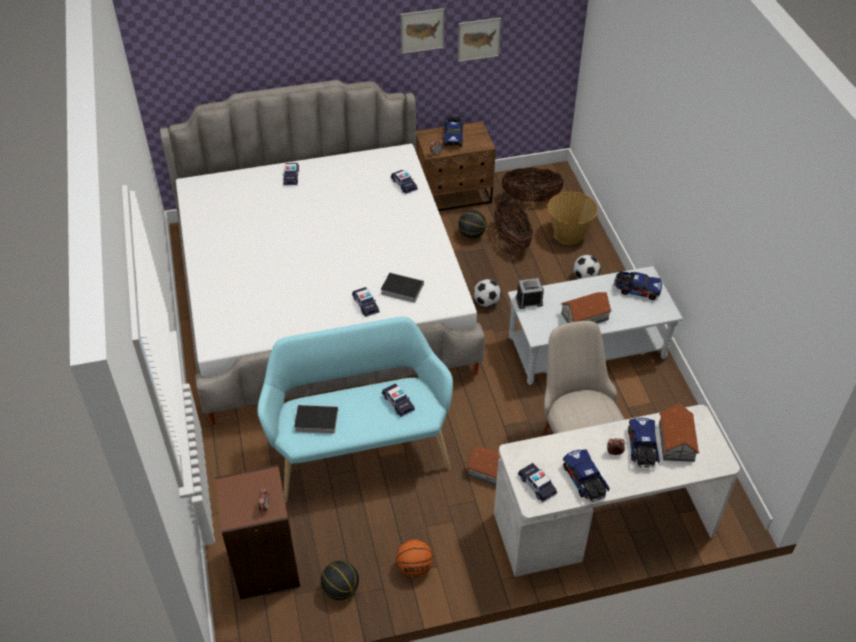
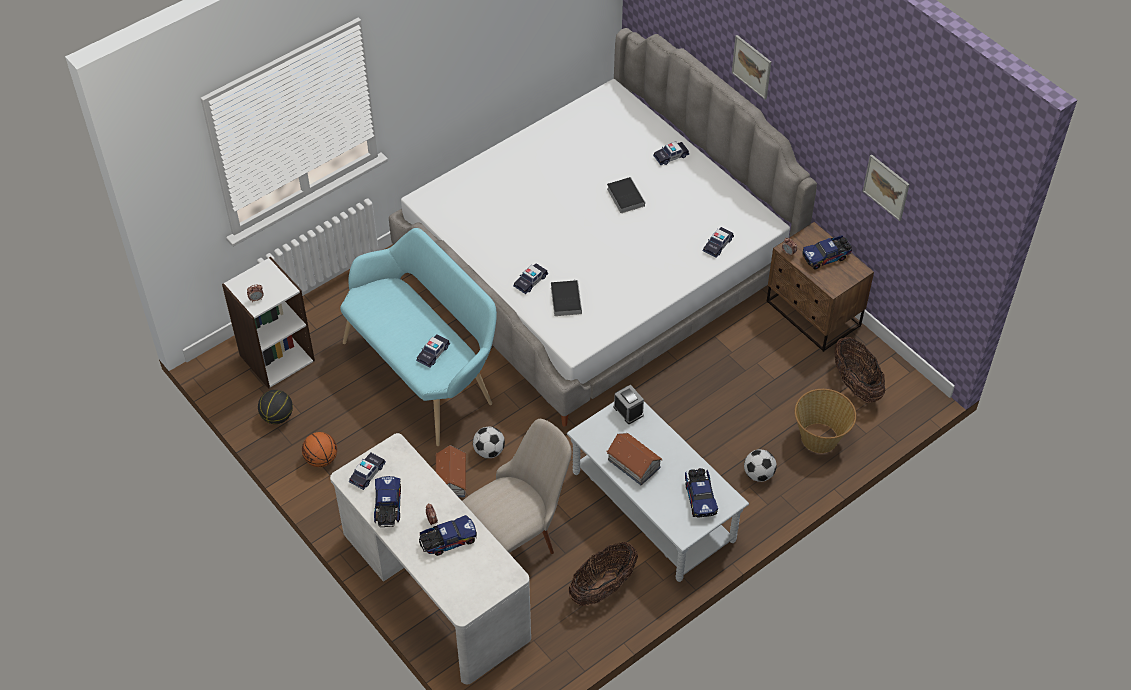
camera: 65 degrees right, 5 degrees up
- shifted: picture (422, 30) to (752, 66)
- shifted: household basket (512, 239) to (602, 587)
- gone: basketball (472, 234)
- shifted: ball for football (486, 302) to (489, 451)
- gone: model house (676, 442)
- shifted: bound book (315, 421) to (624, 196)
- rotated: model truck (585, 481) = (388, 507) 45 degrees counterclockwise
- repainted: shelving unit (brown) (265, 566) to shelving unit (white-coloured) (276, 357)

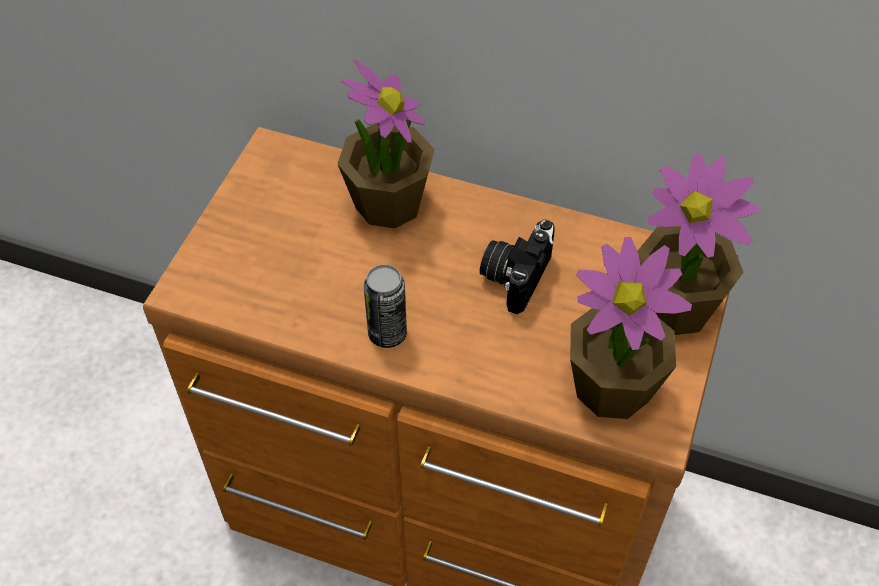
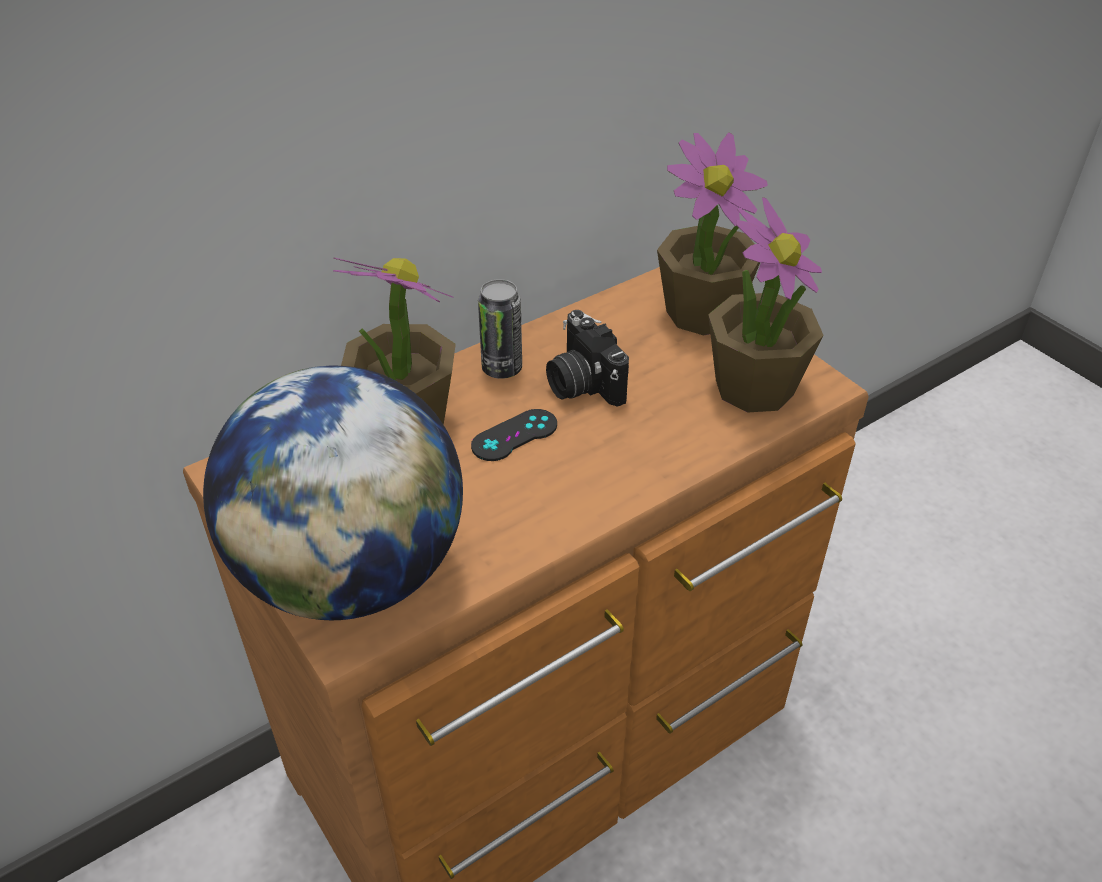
camera: 55 degrees left, 10 degrees down
- shifted: can (387, 333) to (502, 368)
- new: desk globe (352, 573)
- new: gamepad (black-coloured) (514, 435)

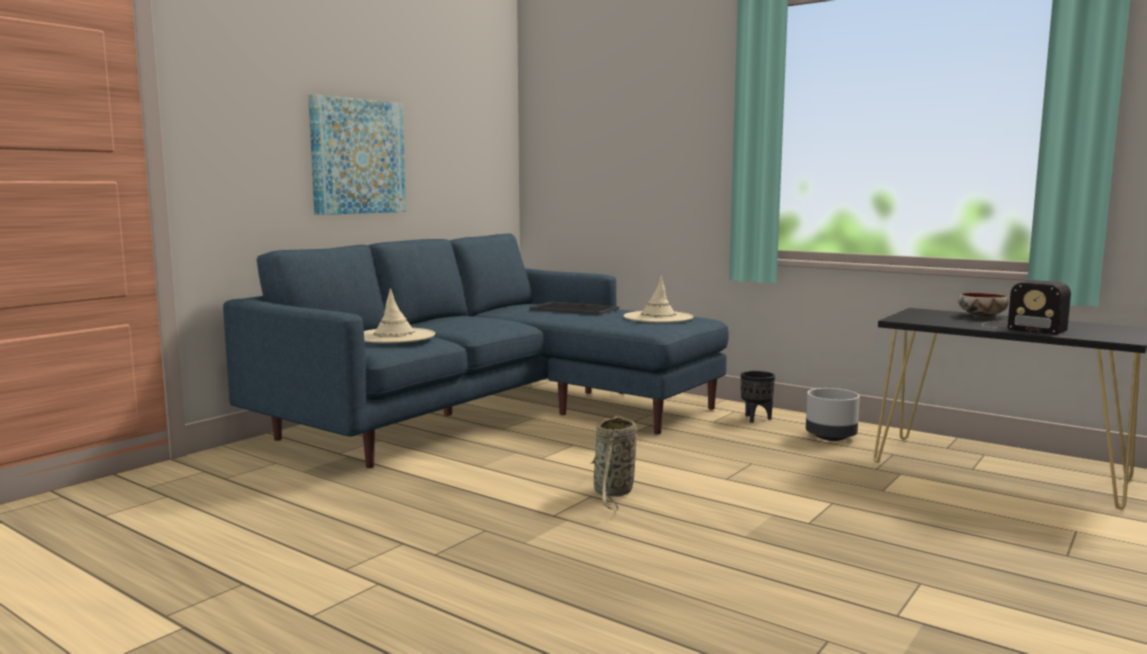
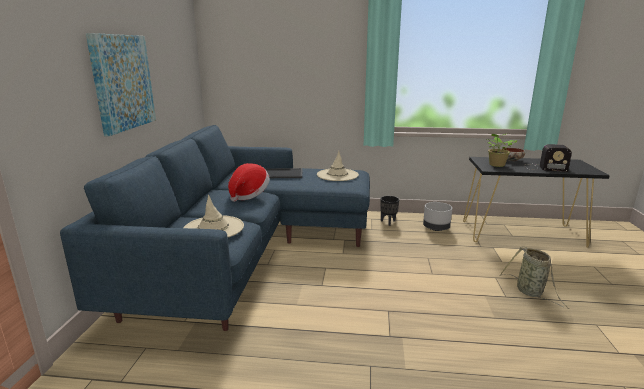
camera: 30 degrees left, 10 degrees up
- shifted: household basket (613, 493) to (531, 292)
- new: houseplant (496, 165)
- new: wearable hat (249, 195)

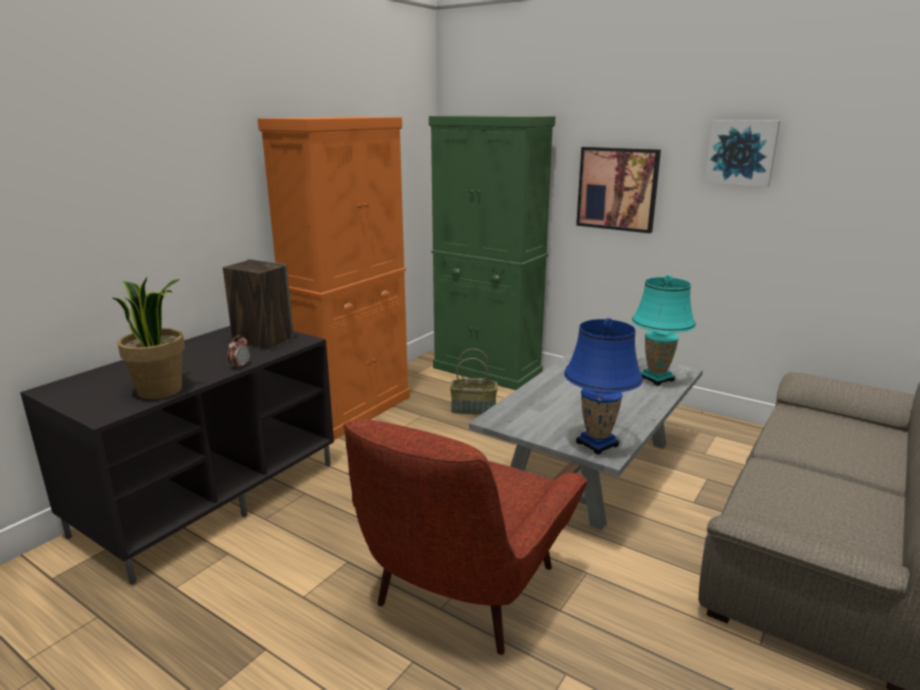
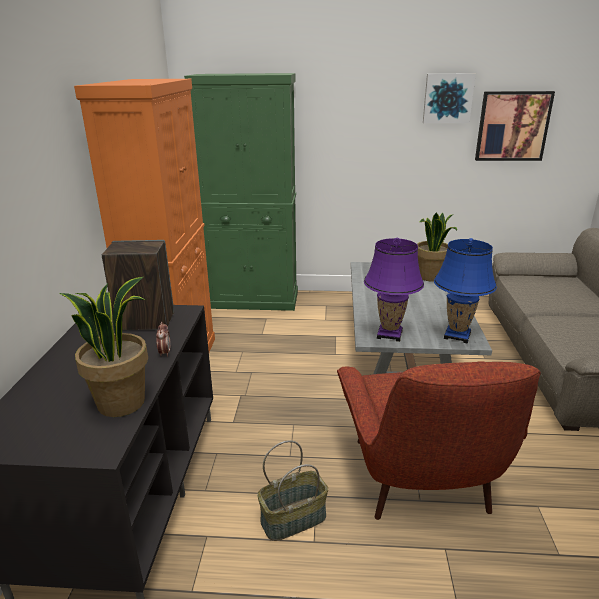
camera: 30 degrees left, 5 degrees up
- shifted: picture (617, 189) to (512, 126)
- swapped: lamp for a table (turquoise) (656, 379) to houseplant (430, 277)
- shifted: household basket (474, 408) to (293, 518)
- new: lamp for a table (purple-coloured) (390, 334)

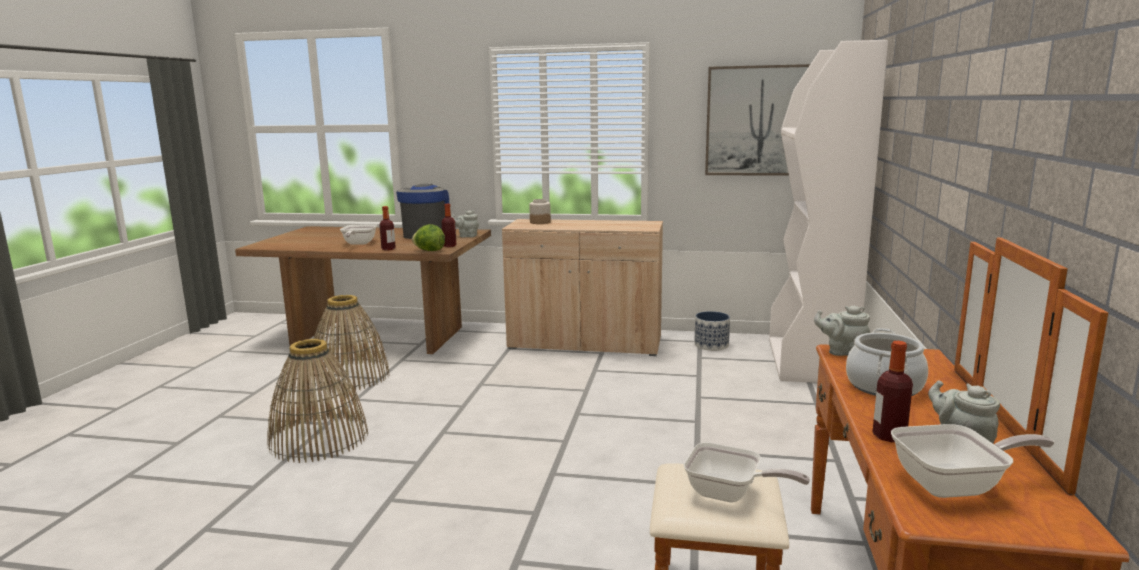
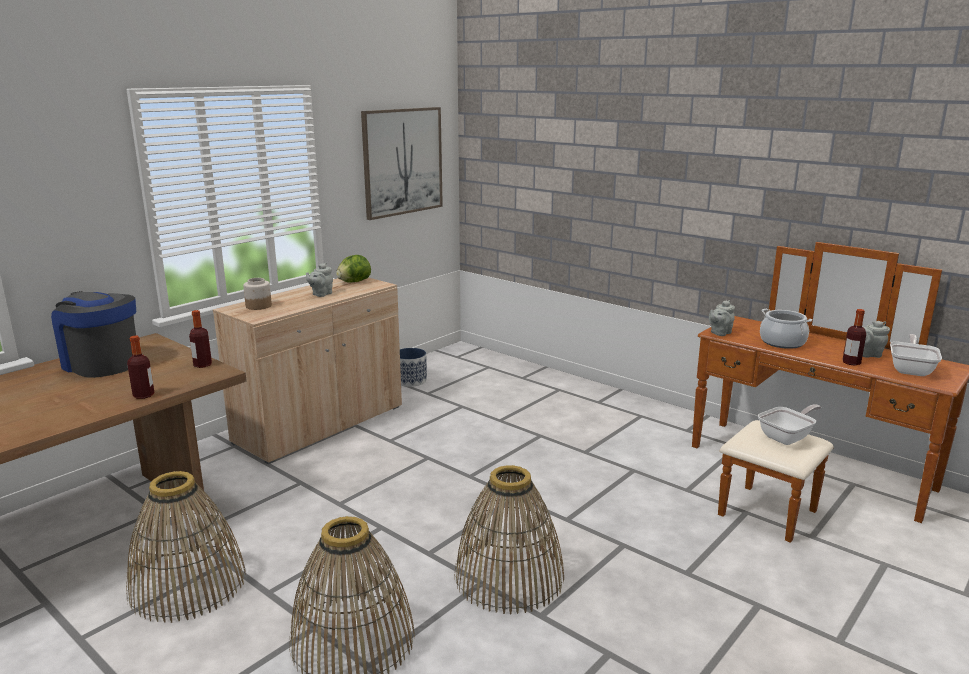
camera: 60 degrees left, 5 degrees up
- gone: shelving unit (white-coloured) (810, 361)
- shifted: pot for tea (gray) (466, 236) to (321, 294)
- gone: frying pan (358, 244)
- shifted: lettuce (429, 251) to (354, 282)
- new: household basket (509, 577)

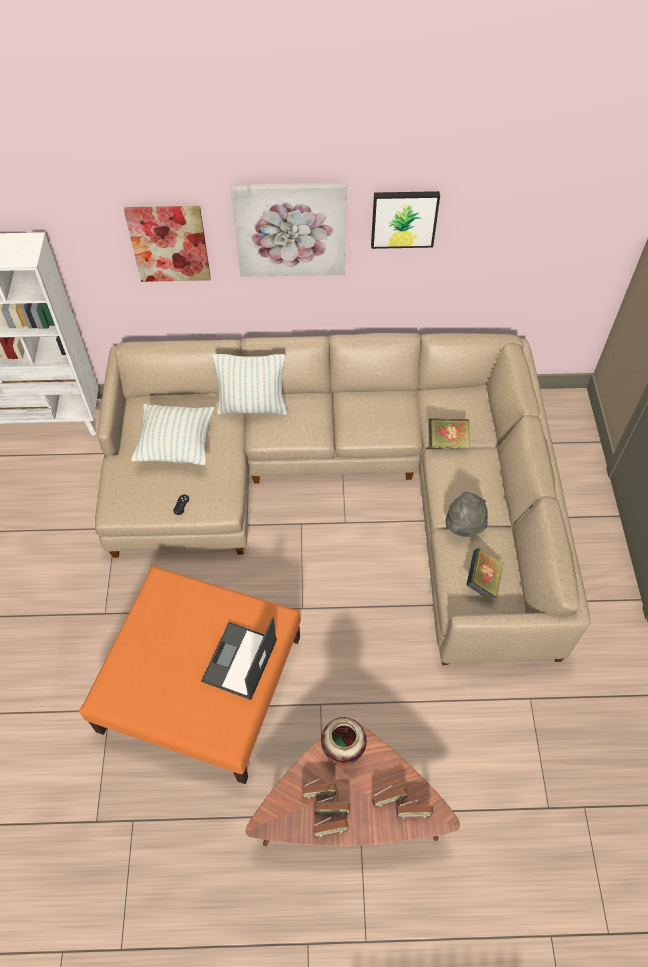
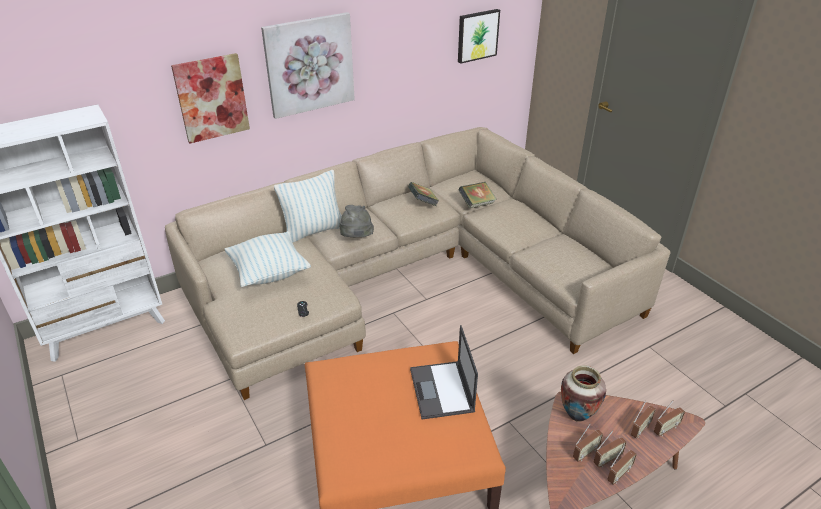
camera: 30 degrees left, 20 degrees down
- shifted: picture (404, 218) to (477, 35)
- shifted: wearable hat (gray) (463, 526) to (356, 239)
- shifted: bound book (482, 581) to (423, 203)

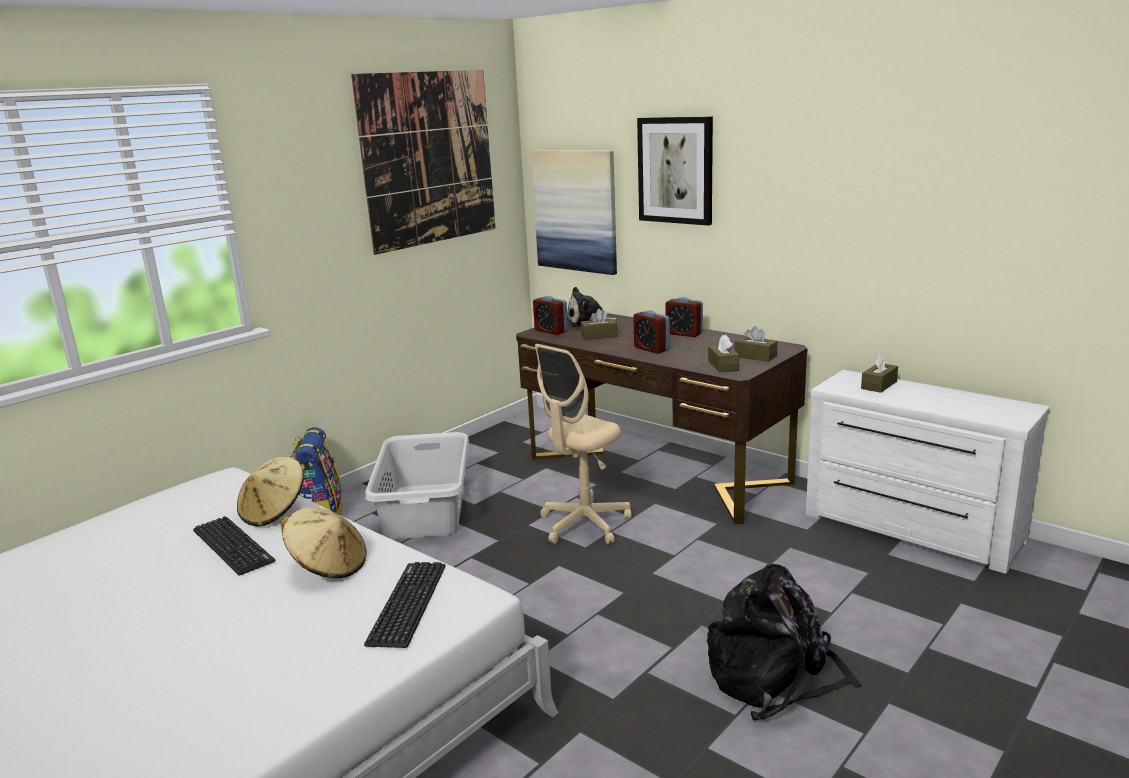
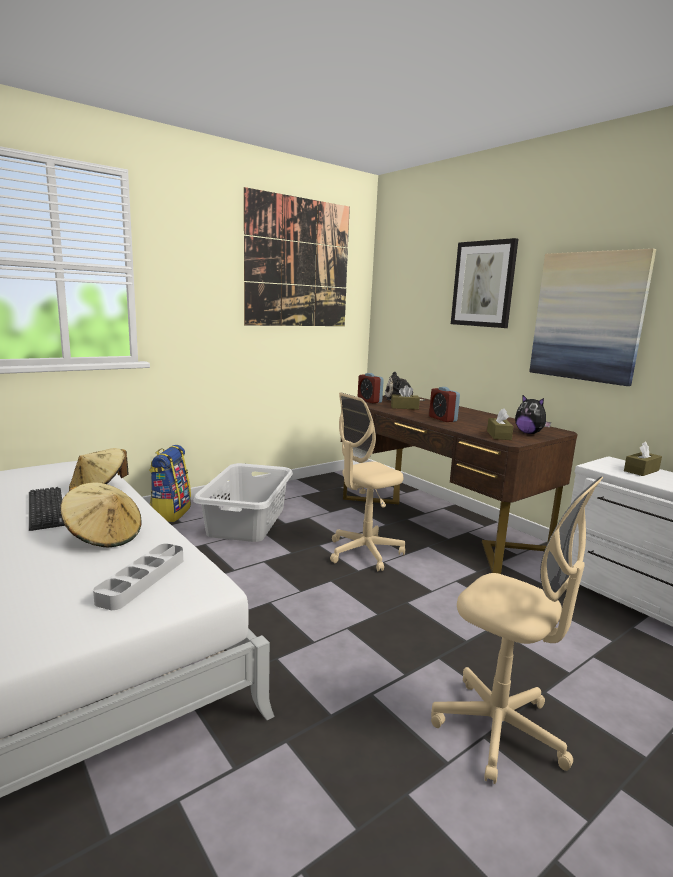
camera: 10 degrees right, 5 degrees down
- shifted: picture (575, 210) to (588, 317)
- gone: bedside clock (684, 334)
- swapped: tissue box (brown) (755, 356) to cuddly toy (529, 433)
- swapped: computer keyboard (407, 604) to carrying tray (gray) (142, 580)
- swapped: rucksack (black-coloured) (775, 678) to computer chair (beige) (499, 730)

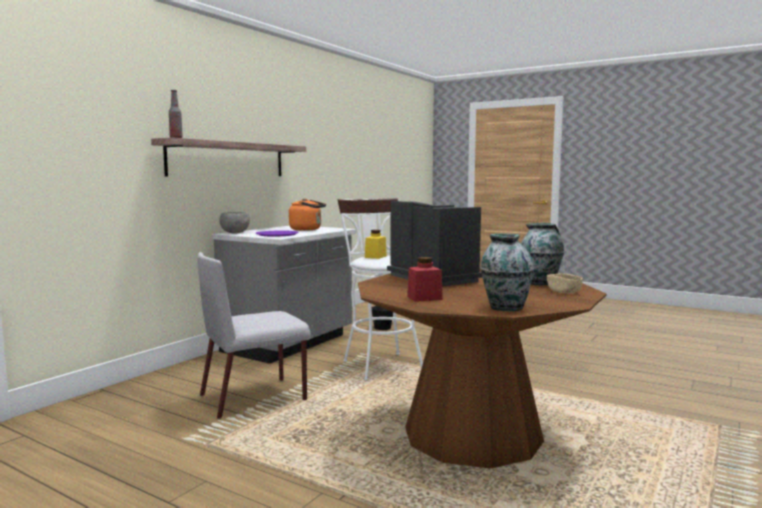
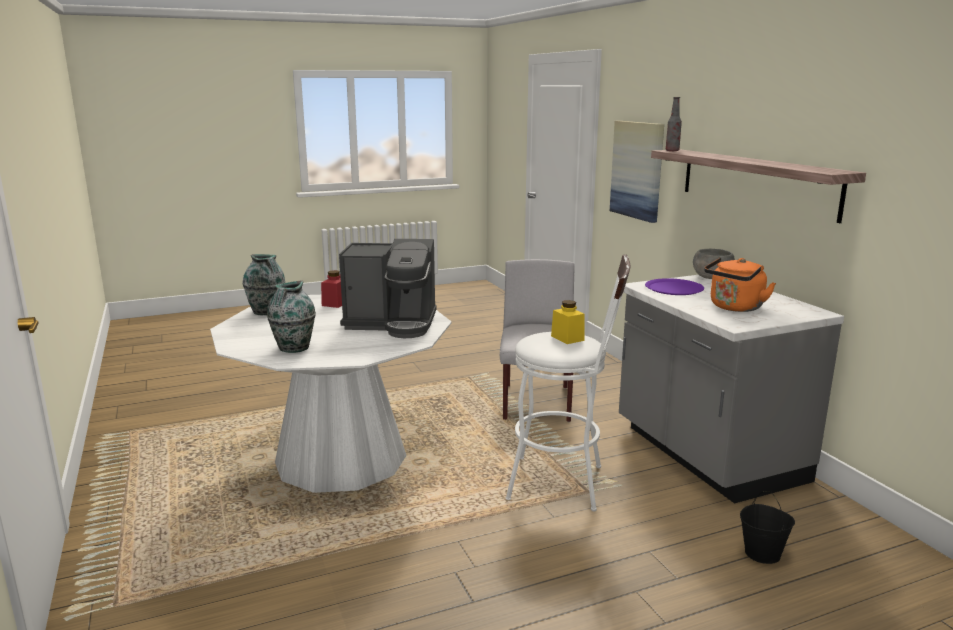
camera: 125 degrees right, 10 degrees up
- repainted: dining table (brown) (472, 435) to dining table (white-coloured) (341, 459)
- gone: serving bowl (beige) (563, 292)
- new: picture (637, 170)

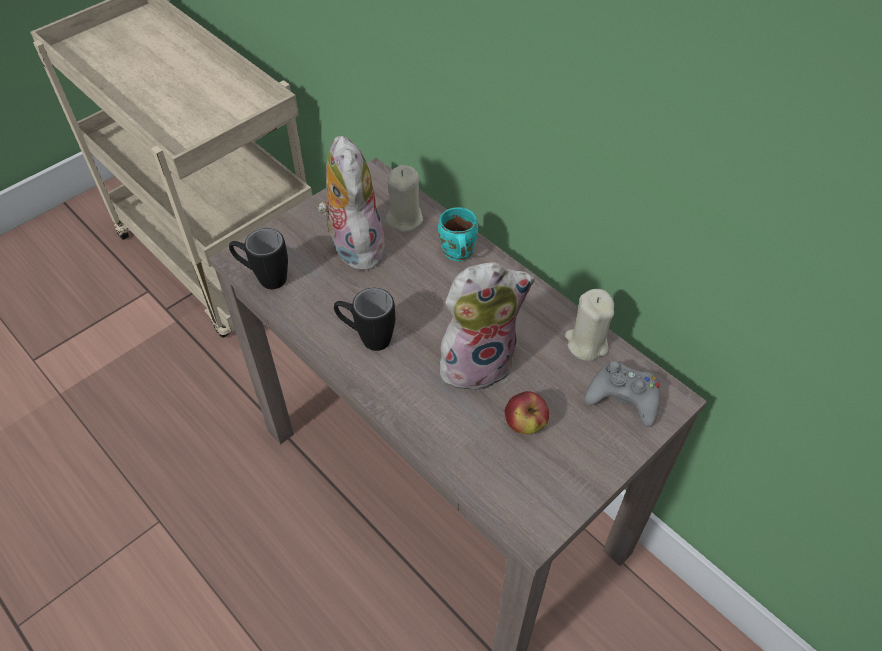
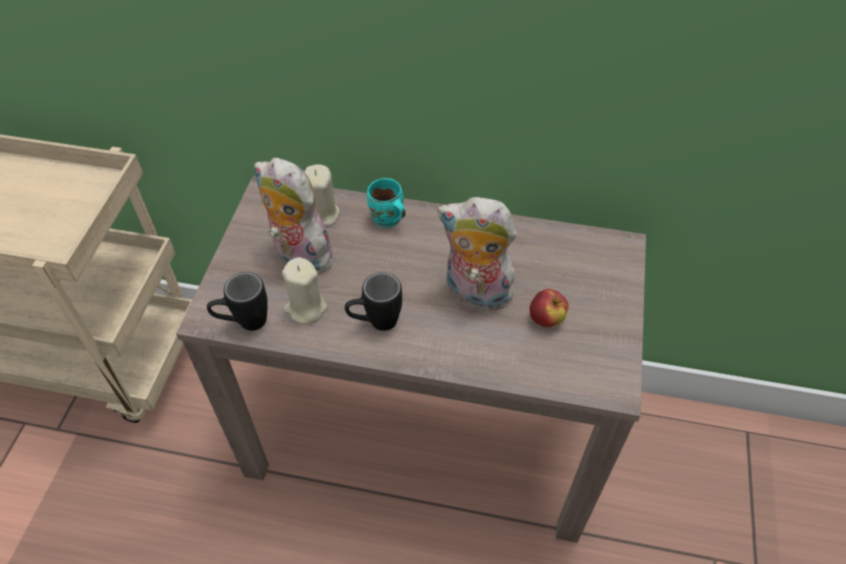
camera: 35 degrees left, 0 degrees up
- rotated: cuddly toy (477, 362) = (475, 293) 105 degrees counterclockwise
- shifted: wax light (beige) (586, 343) to (306, 308)
- gone: gamepad (gray) (623, 398)

